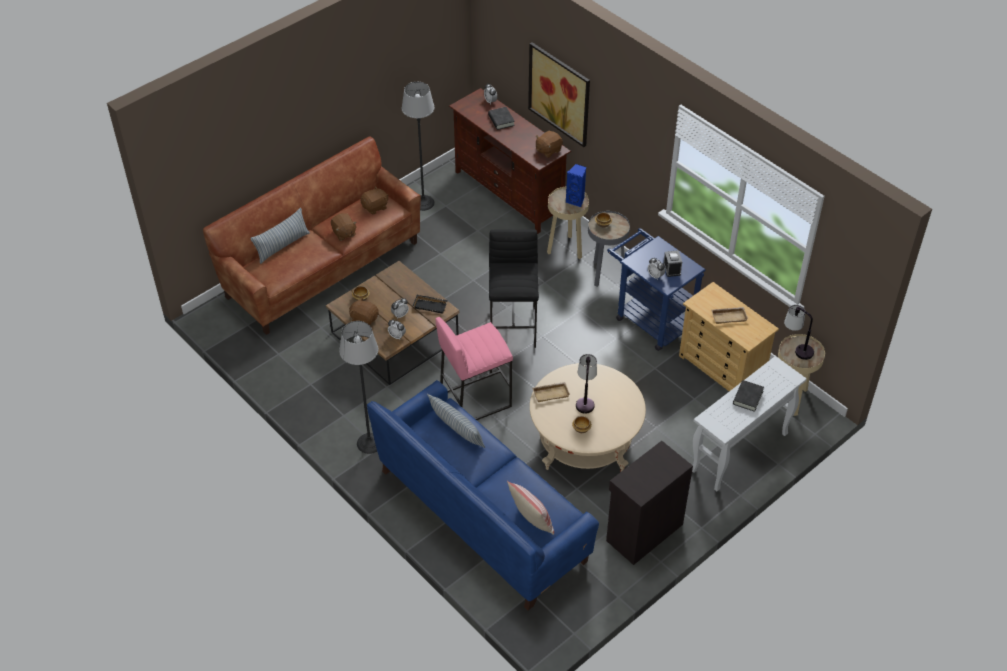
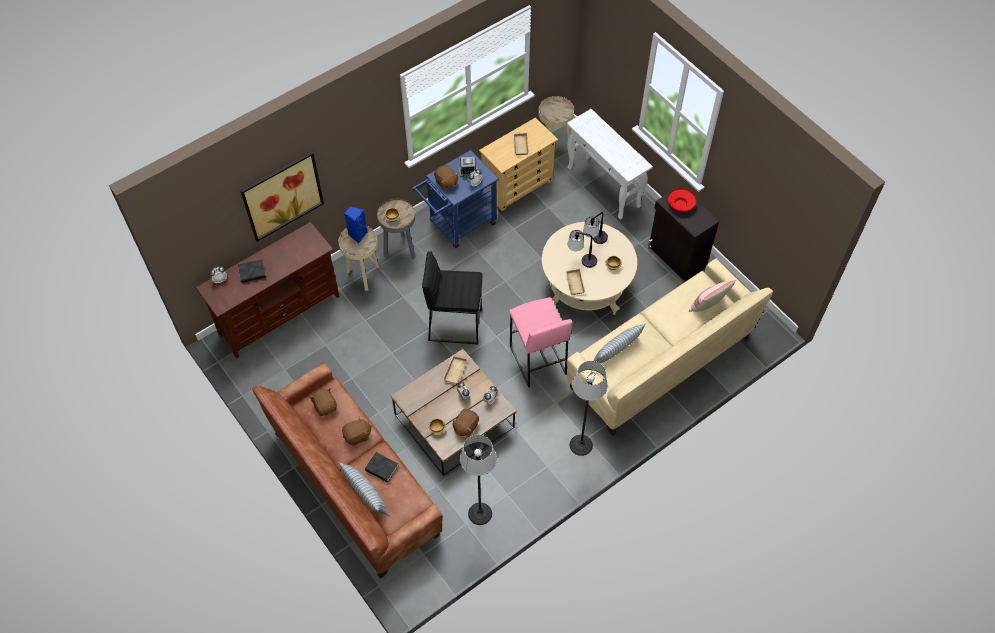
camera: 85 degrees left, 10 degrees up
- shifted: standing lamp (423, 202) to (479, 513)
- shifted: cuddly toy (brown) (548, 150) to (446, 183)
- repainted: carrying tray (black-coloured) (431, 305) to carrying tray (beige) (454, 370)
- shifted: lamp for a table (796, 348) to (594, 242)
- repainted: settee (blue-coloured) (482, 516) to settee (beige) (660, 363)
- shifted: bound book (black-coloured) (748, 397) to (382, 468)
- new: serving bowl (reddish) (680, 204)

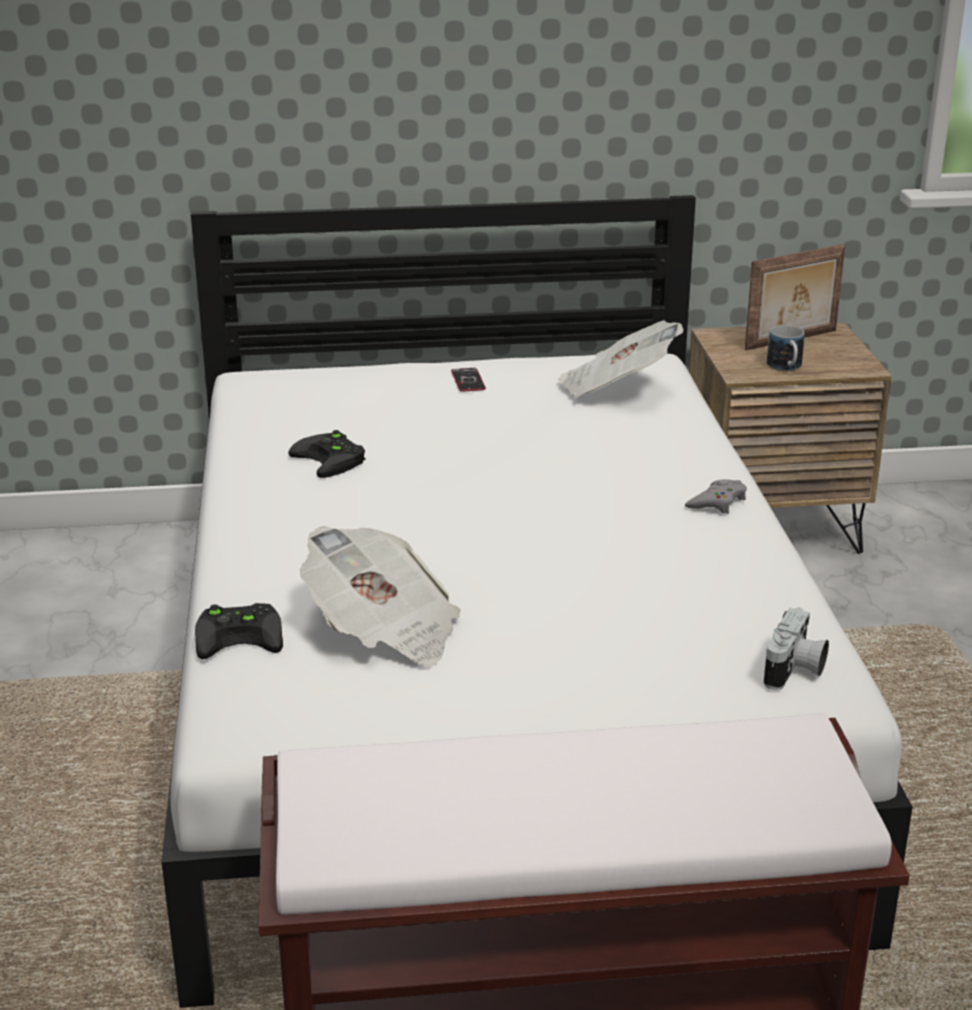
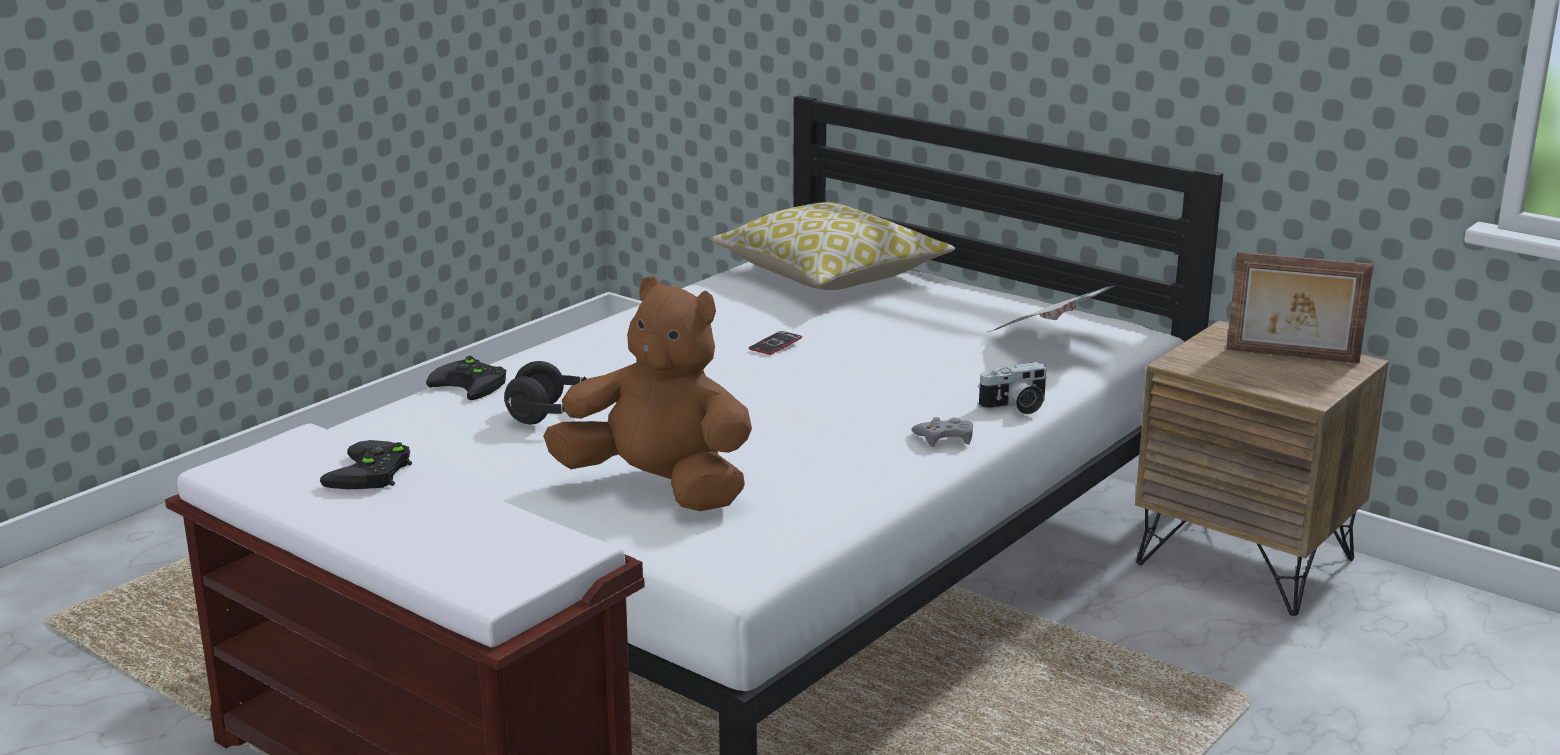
camera: 45 degrees right, 5 degrees down
- gone: mug (786, 368)
- shifted: phone (468, 381) to (775, 344)
- shifted: gamepad (black-coloured) (333, 460) to (371, 474)
- swapped: newspaper (384, 631) to pair of headphones (black-coloured) (552, 416)
- shifted: still camera (795, 671) to (1015, 407)
- new: cushion (831, 275)
- new: cuddly toy (brown) (659, 488)

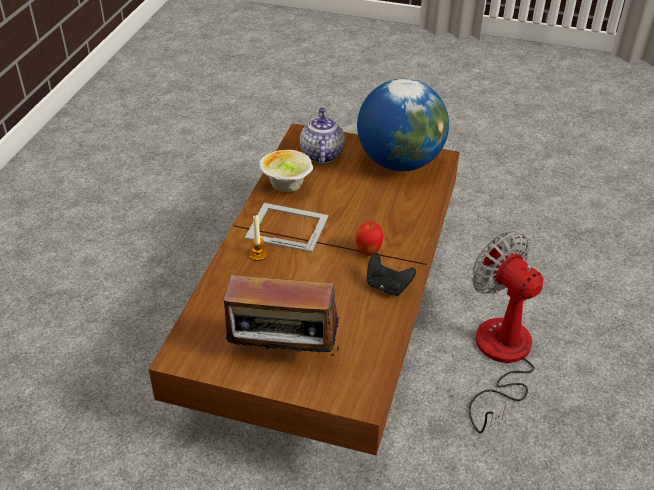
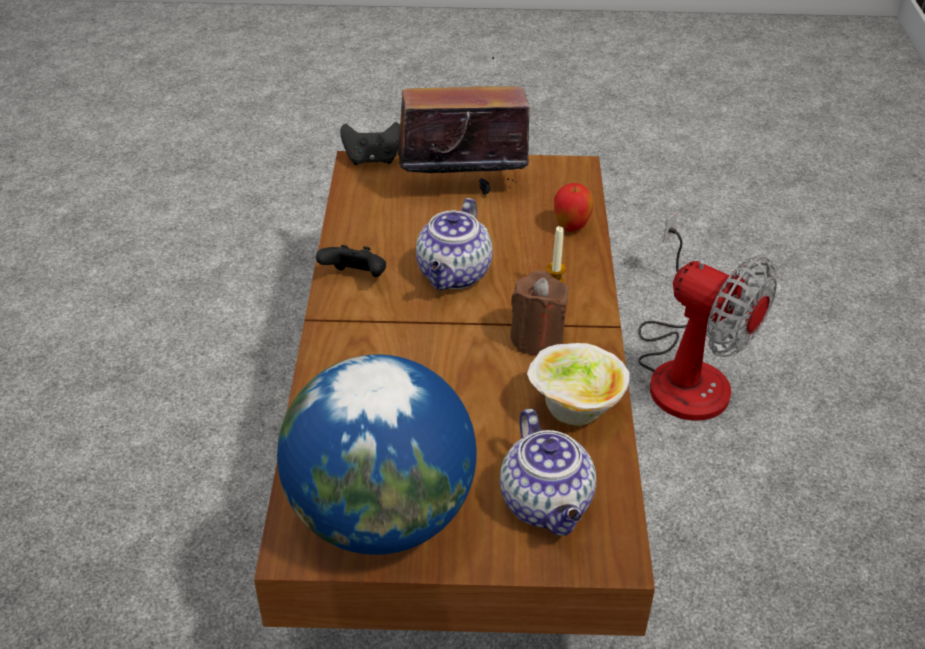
camera: 165 degrees right, 0 degrees up
- swapped: picture frame (286, 226) to wax light (brown) (536, 338)
- shifted: whole apple (368, 252) to (571, 227)
- shifted: electric fan (500, 357) to (685, 369)
- new: gamepad (black-coloured) (372, 159)
- new: pot for tea (454, 275)

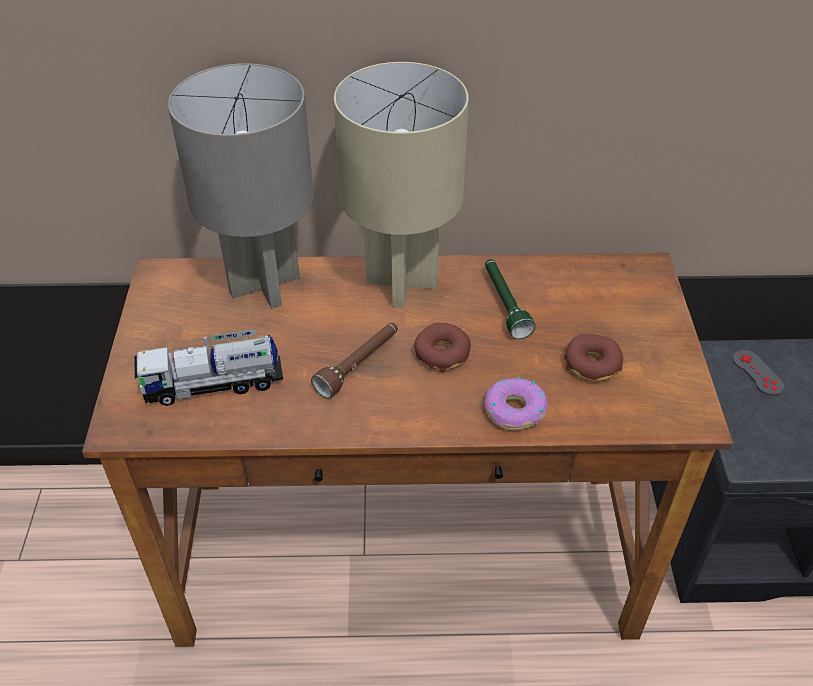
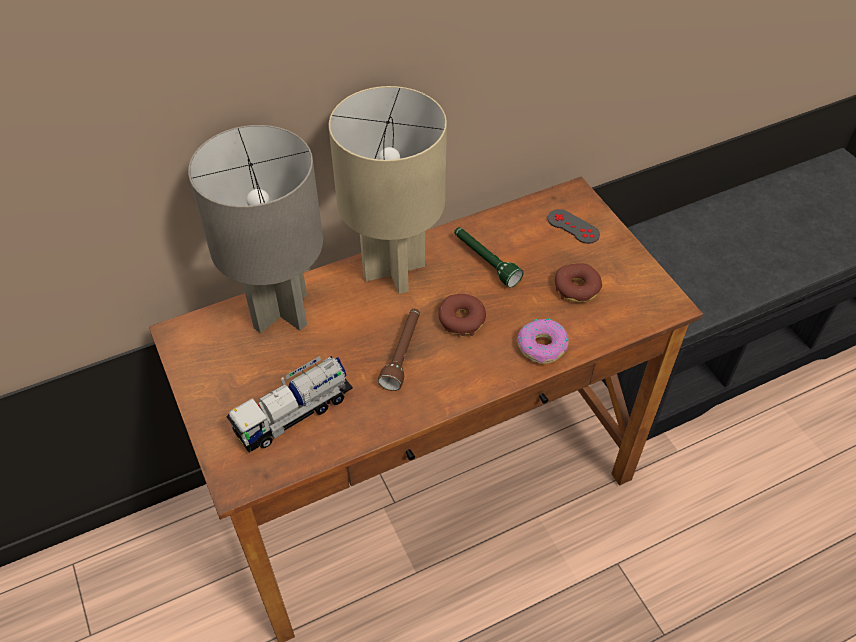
camera: 25 degrees left, 5 degrees up
- shifted: gamepad (gray) (757, 372) to (573, 226)

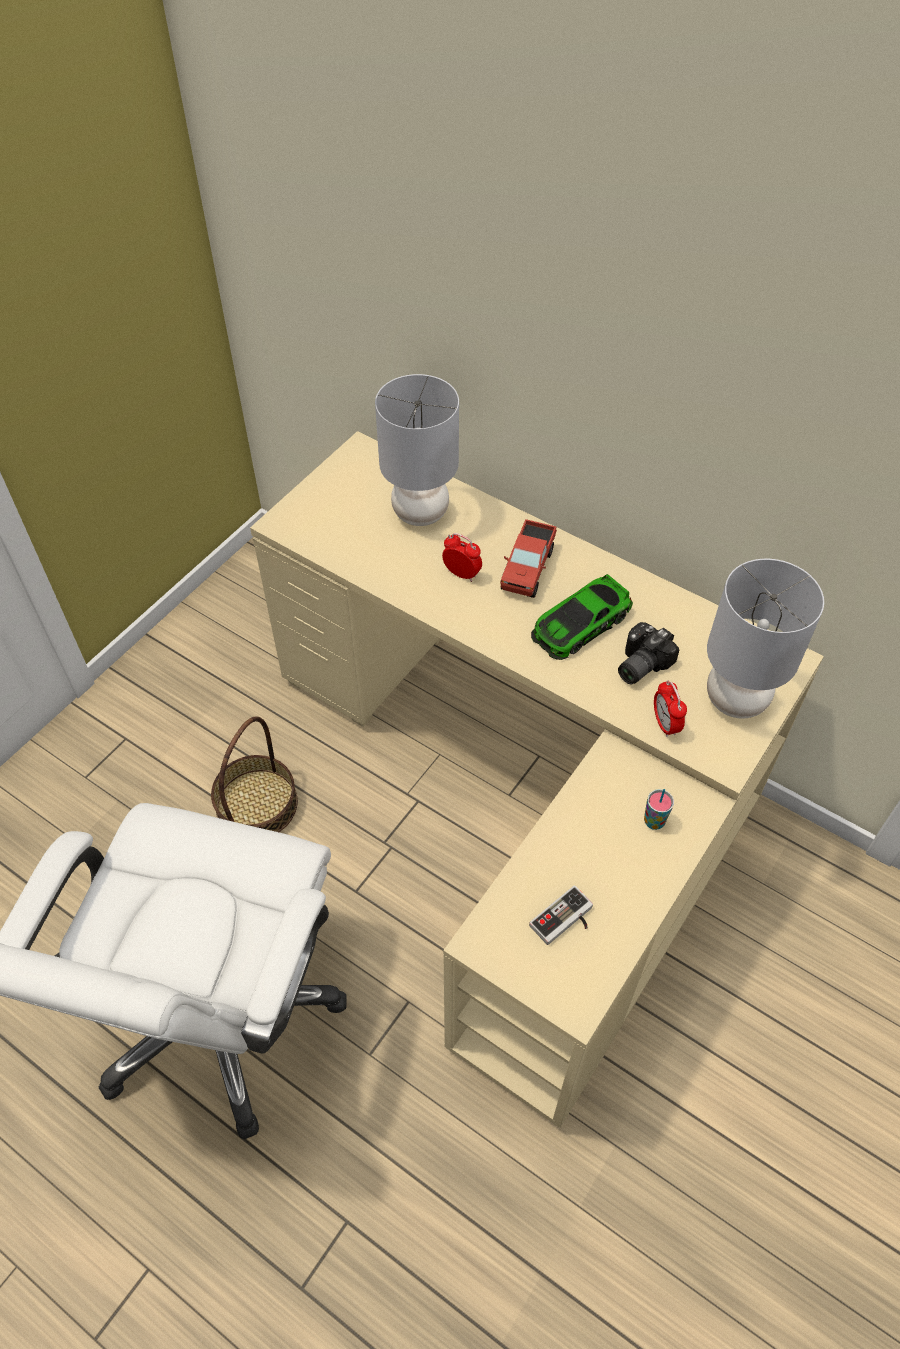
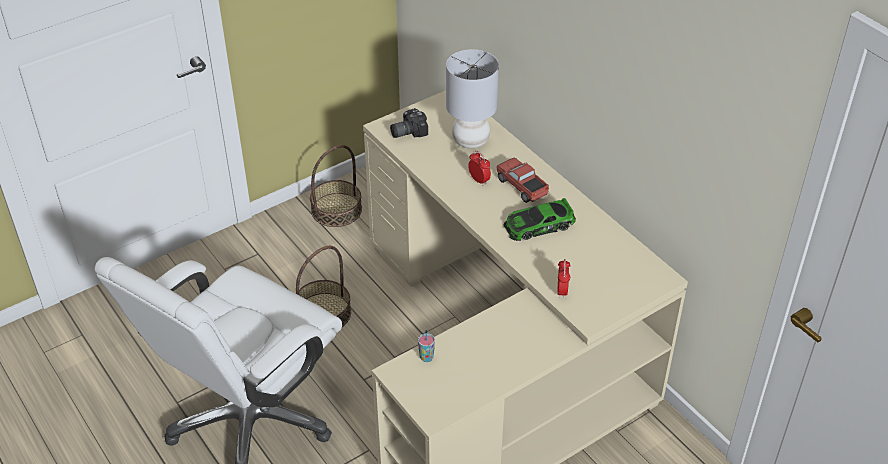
camera: 20 degrees right, 10 degrees down
- rotated: model truck (527, 569) = (521, 187) 105 degrees clockwise
- gone: lamp for a table (gray) (734, 699)
- shifted: still camera (638, 663) to (407, 131)
- shifted: cup (654, 821) to (426, 357)
- gone: gamepad (565, 921)
- new: household basket (336, 209)

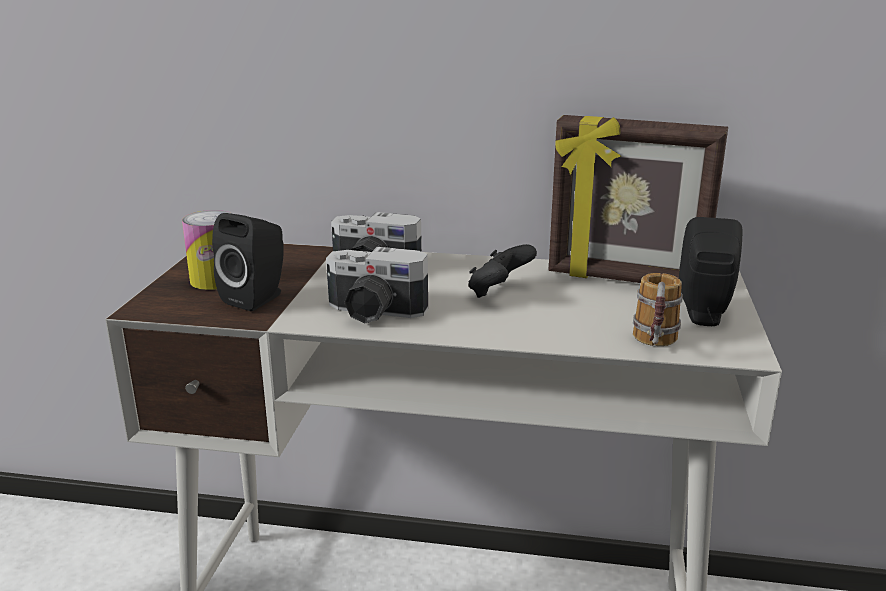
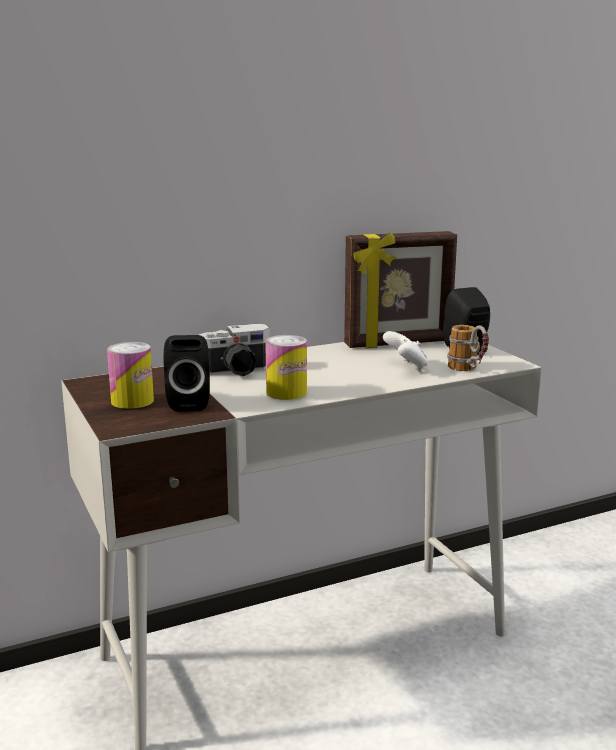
camera: 35 degrees left, 5 degrees down
- gone: gamepad (black-coloured) (499, 292)
- swapped: still camera (373, 313) to can (286, 392)
- new: gamepad (white-coloured) (406, 367)

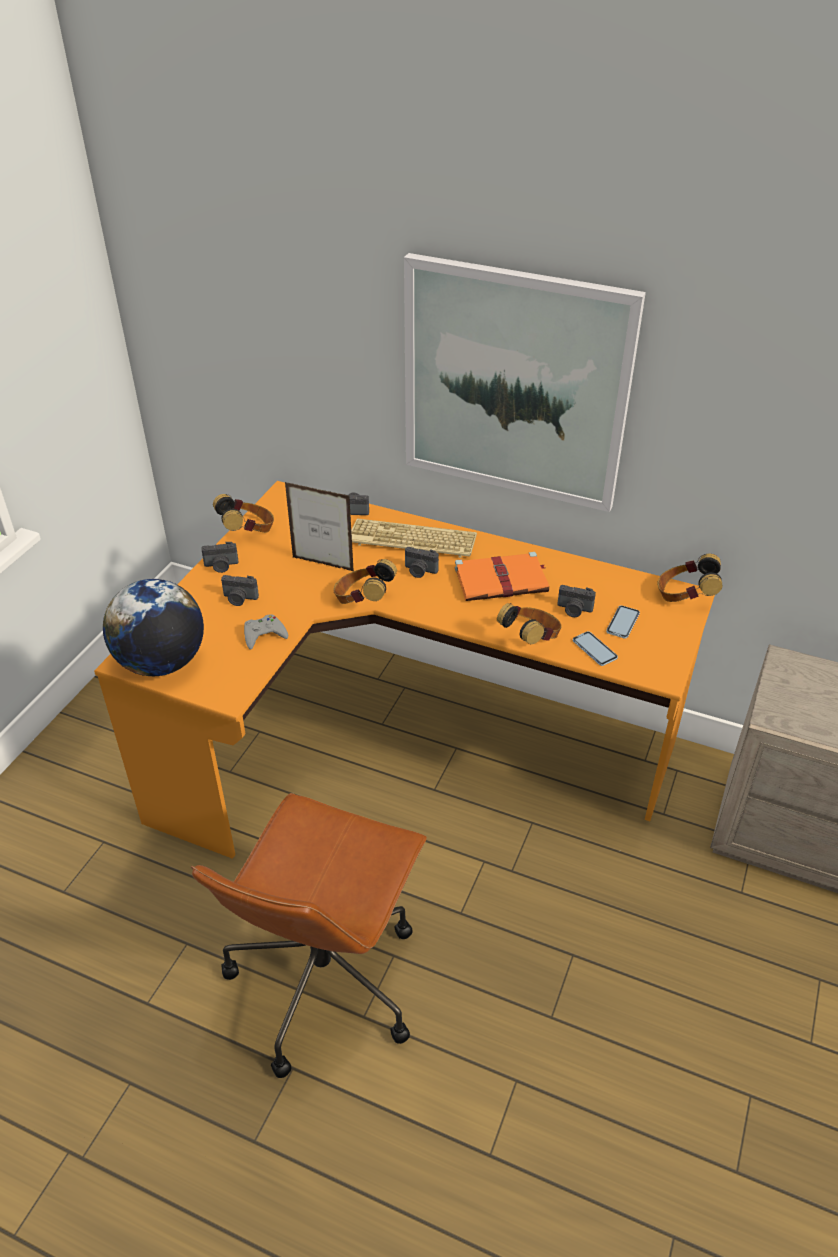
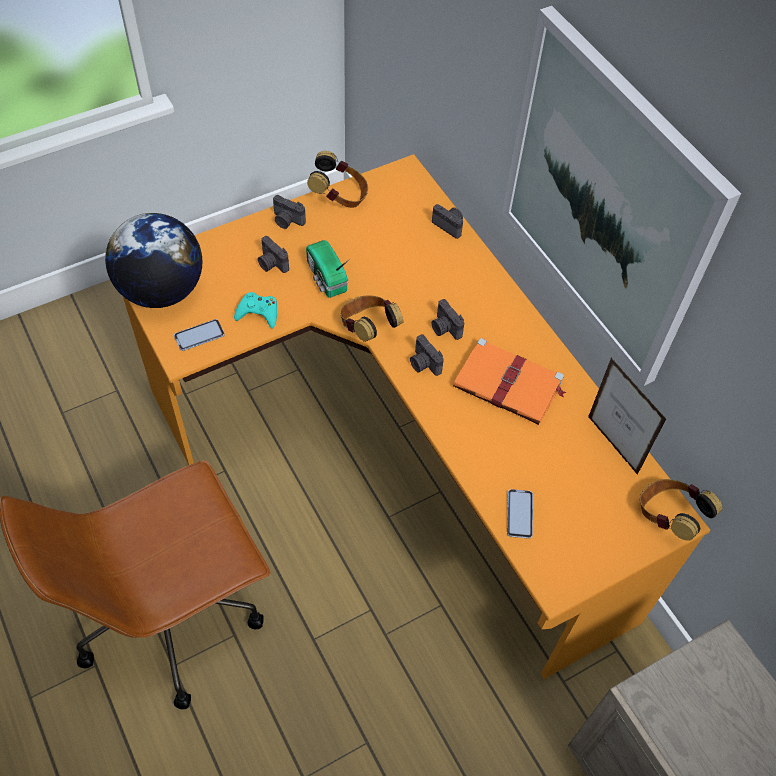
camera: 35 degrees right, 15 degrees up
- shifted: picture frame (323, 564) to (612, 445)
- gone: computer keyboard (410, 540)
- shifted: still camera (574, 610) to (423, 364)
- gone: pair of headphones (531, 639)
- shifted: phone (622, 623) to (199, 336)
- repainted: gamepad (gray) (264, 635) to gamepad (turquoise) (258, 313)
- new: radio (326, 278)

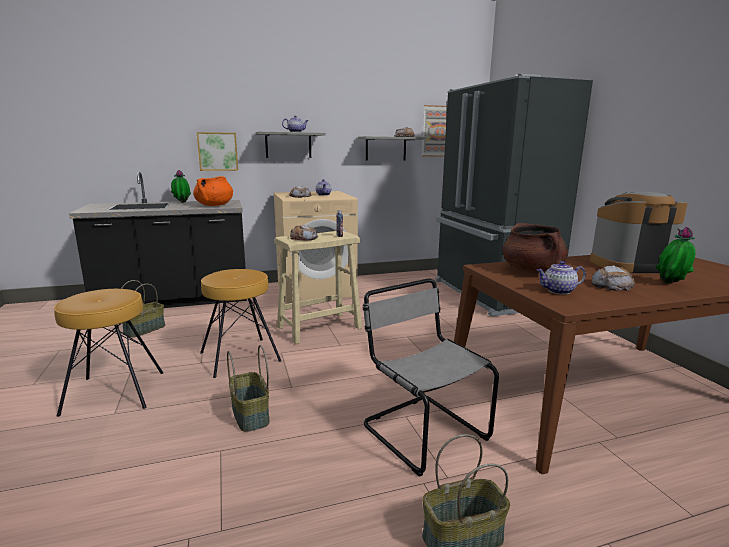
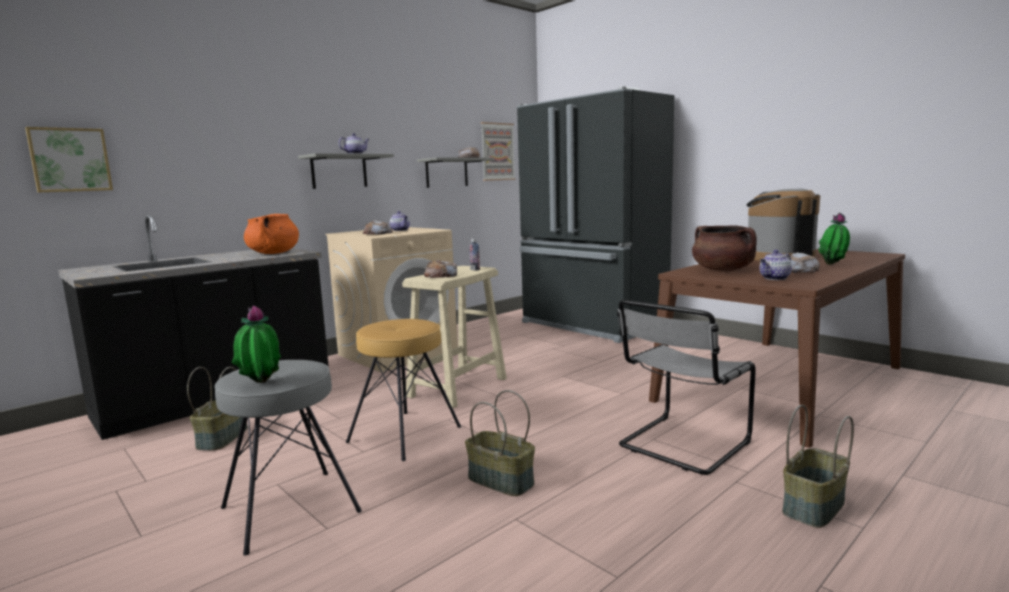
camera: 25 degrees left, 5 degrees down
- shifted: picture (217, 151) to (70, 160)
- shifted: houseplant (182, 202) to (260, 384)
- rotated: upright chair (gray) (421, 430) = (681, 445) 75 degrees counterclockwise
- repainted: stool seat (brown) (114, 392) to stool seat (gray) (290, 508)

